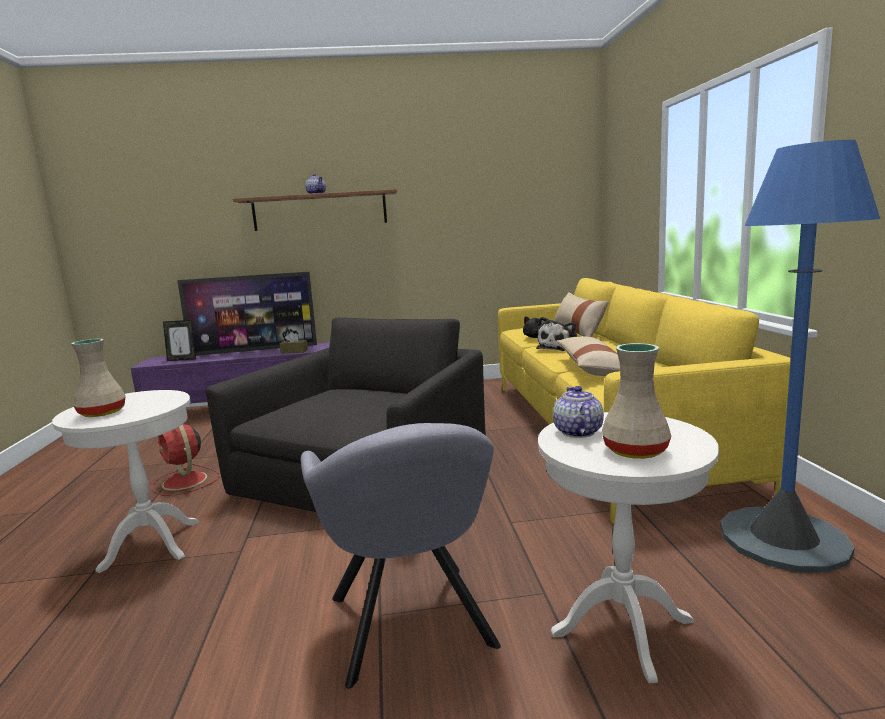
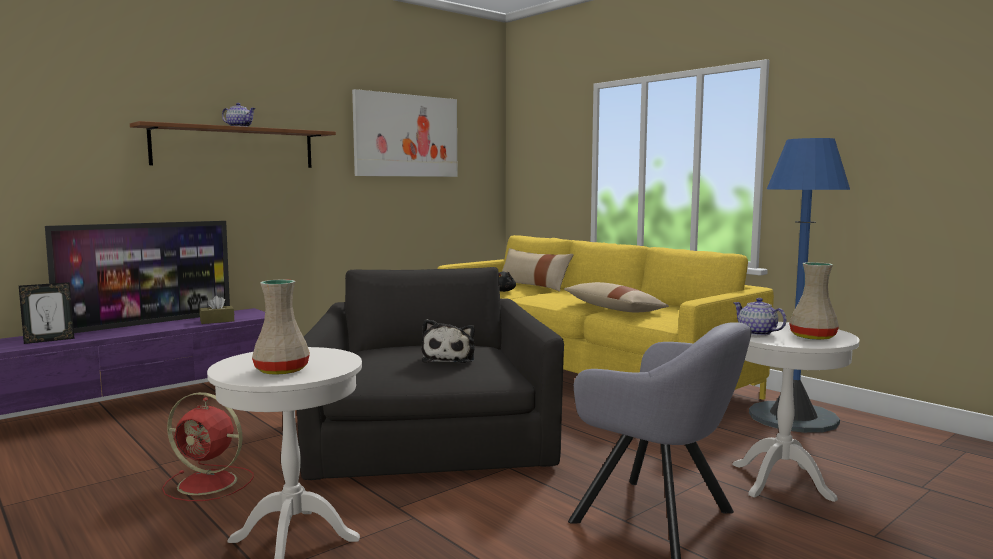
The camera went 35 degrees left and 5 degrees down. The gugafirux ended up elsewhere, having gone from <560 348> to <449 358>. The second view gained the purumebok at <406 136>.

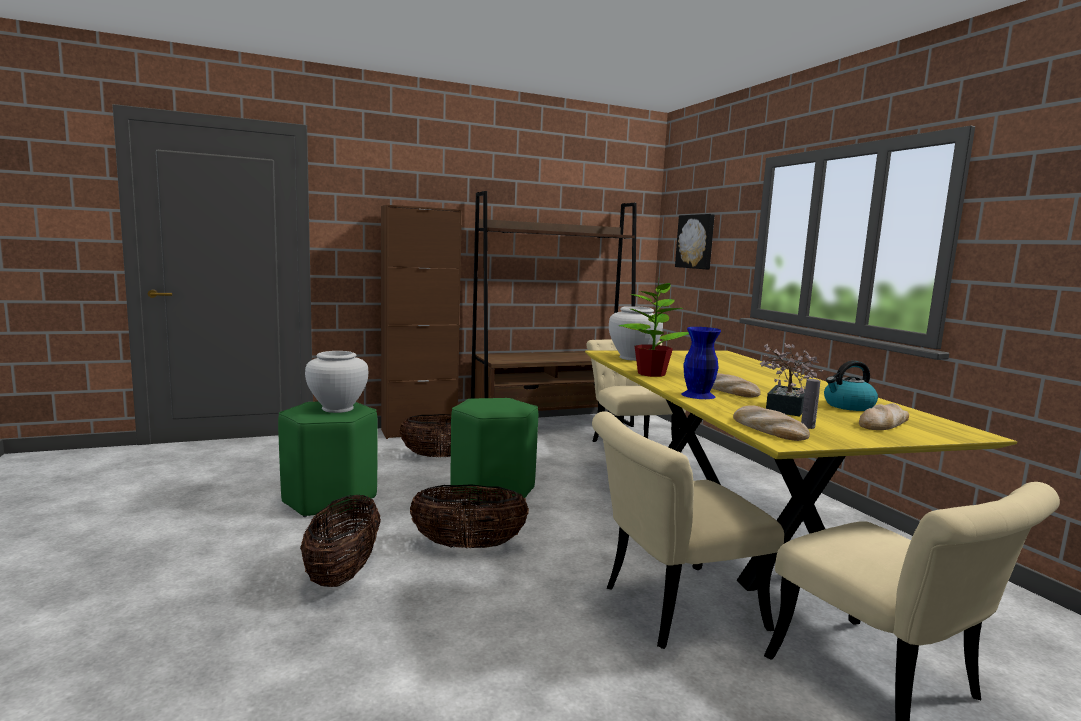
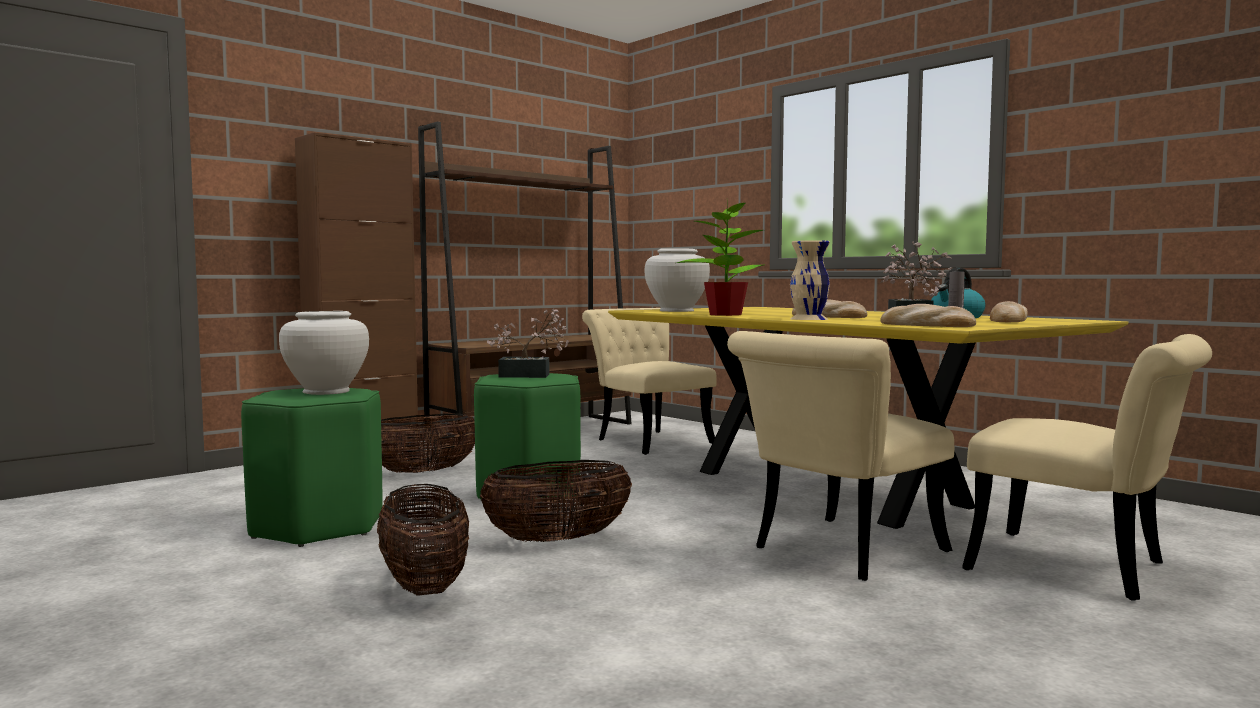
The camera went 20 degrees left and 5 degrees down. The second view lost the purumebok at <696 241>. What was the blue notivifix at <697 395> turned into the beige notivifix at <808 319>. The second view gained the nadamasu at <531 375>.

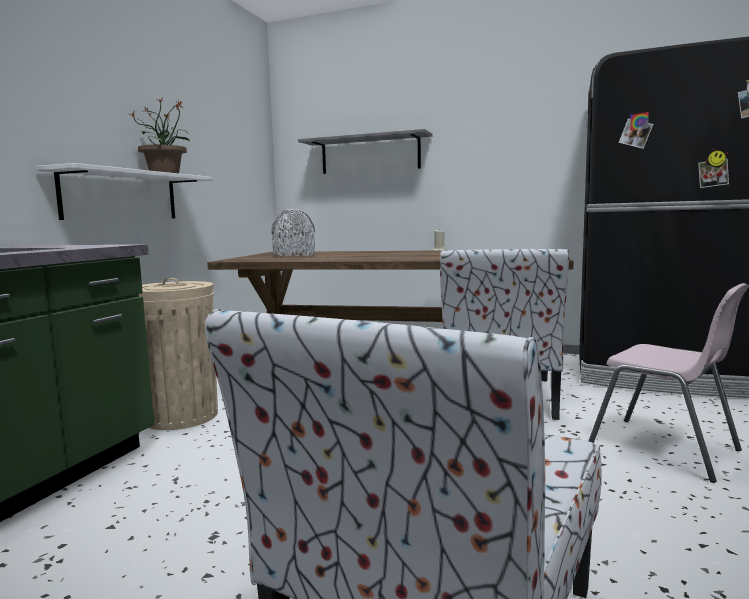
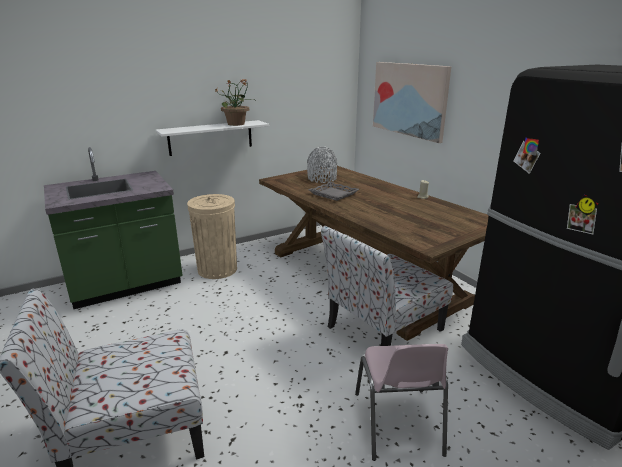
The camera went 40 degrees right and 15 degrees up. Where the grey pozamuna hung at <370 154>, the purumebok came to hang at <409 99>. The second view gained the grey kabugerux at <334 194>.

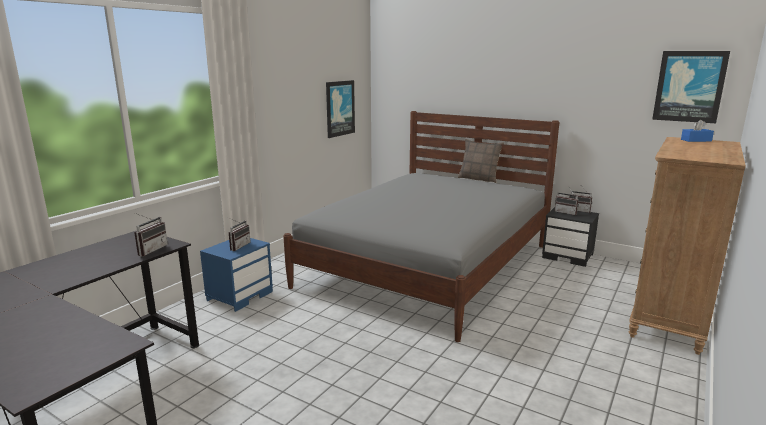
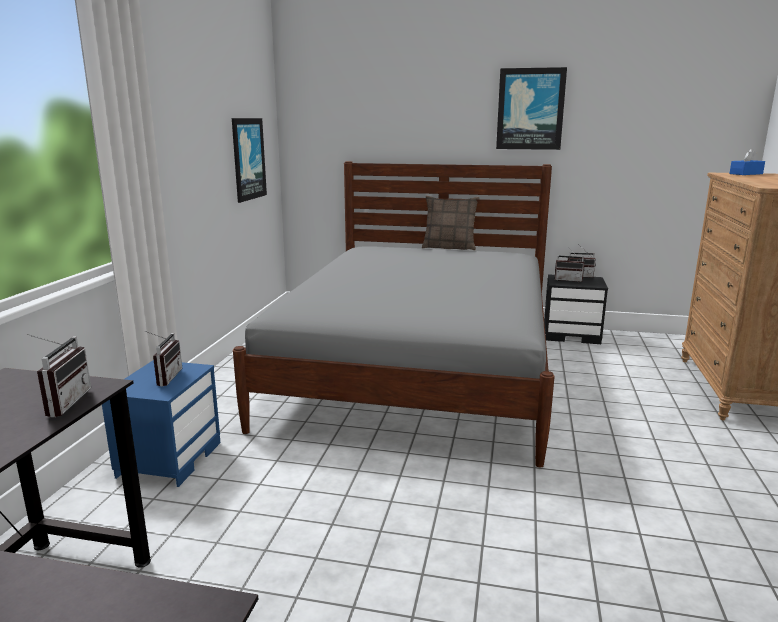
The camera went 20 degrees left and 0 degrees up. The purumebok ended up elsewhere, having gone from <689 86> to <530 109>.

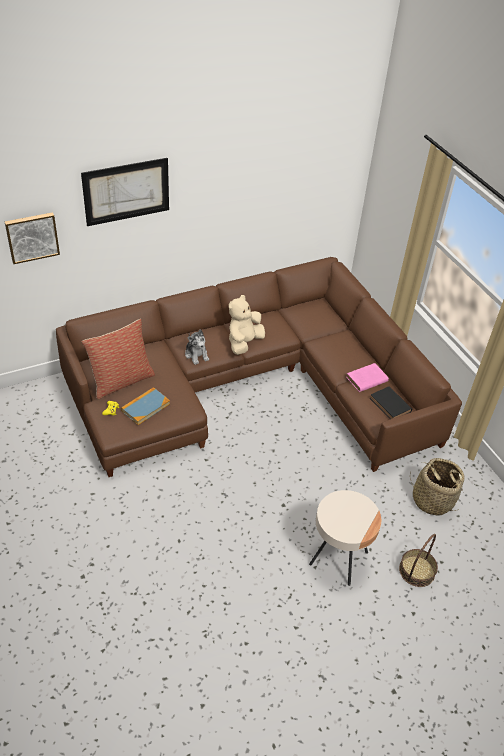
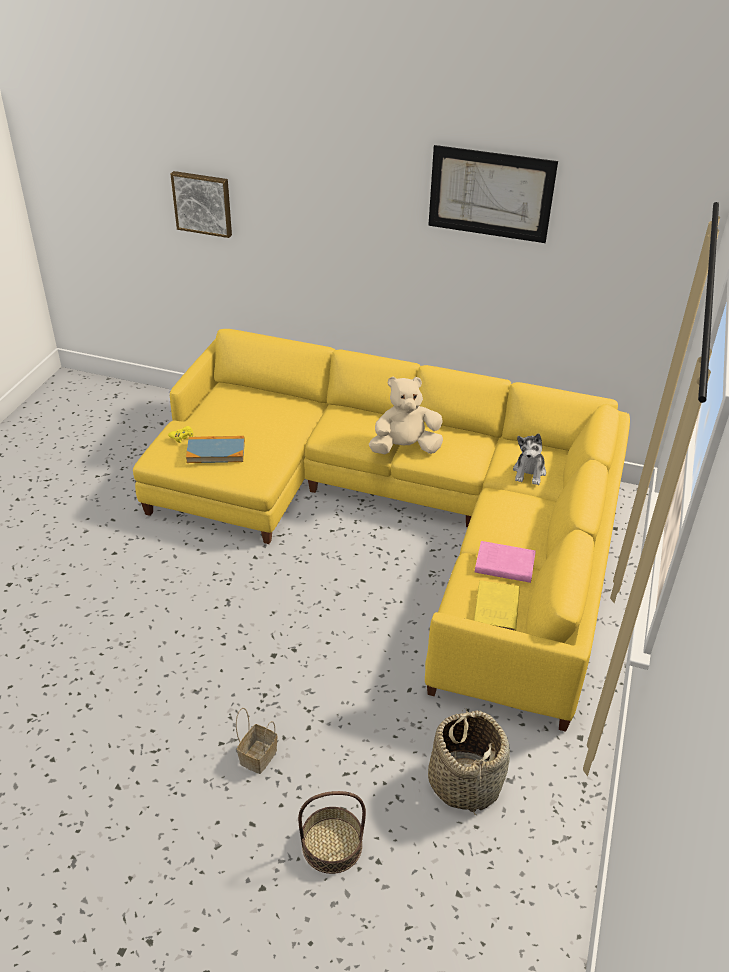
The camera went 45 degrees right and 5 degrees down. The purumebok ended up elsewhere, having gone from <126 191> to <490 194>. What was the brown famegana at <252 386> turned into the yellow famegana at <401 516>. The second view lost the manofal at <121 380>. The gugafirux ended up elsewhere, having gone from <196 355> to <529 472>. What was the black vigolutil at <391 406> turned into the yellow vigolutil at <496 612>. Where the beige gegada stood at <338 558>, the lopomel came to stand at <258 755>.

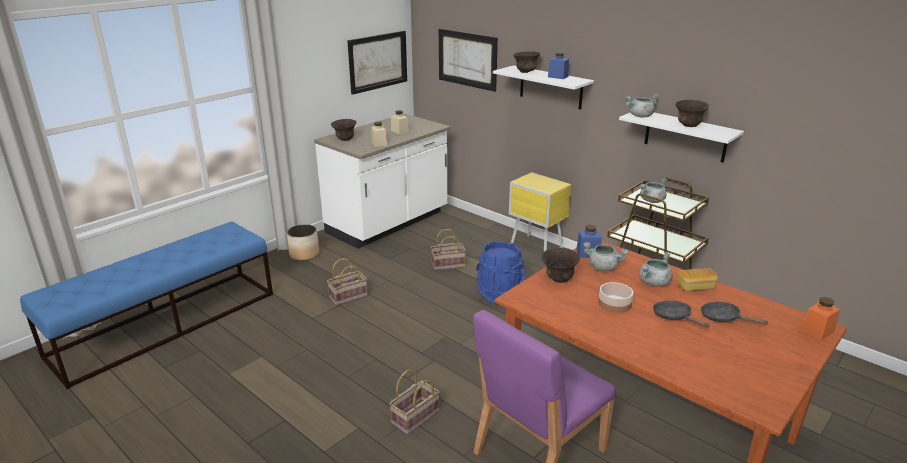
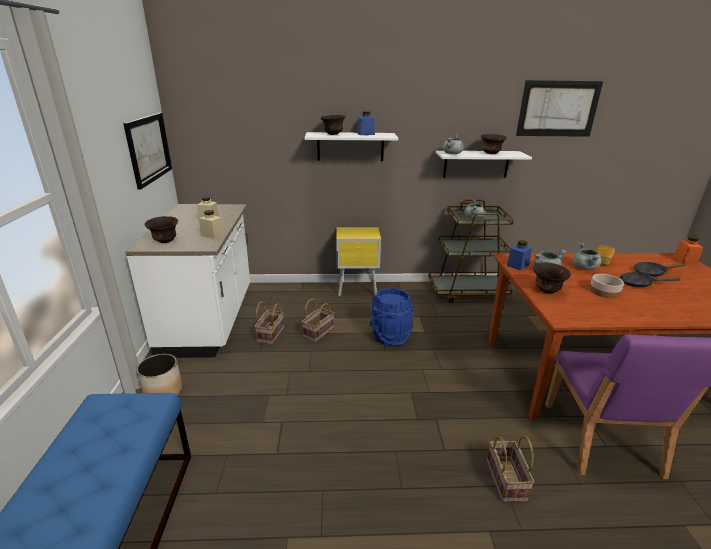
The camera went 45 degrees left and 0 degrees up. The purumebok ended up elsewhere, having gone from <467 59> to <558 109>. The lopomel ended up elsewhere, having gone from <349 296> to <270 334>.

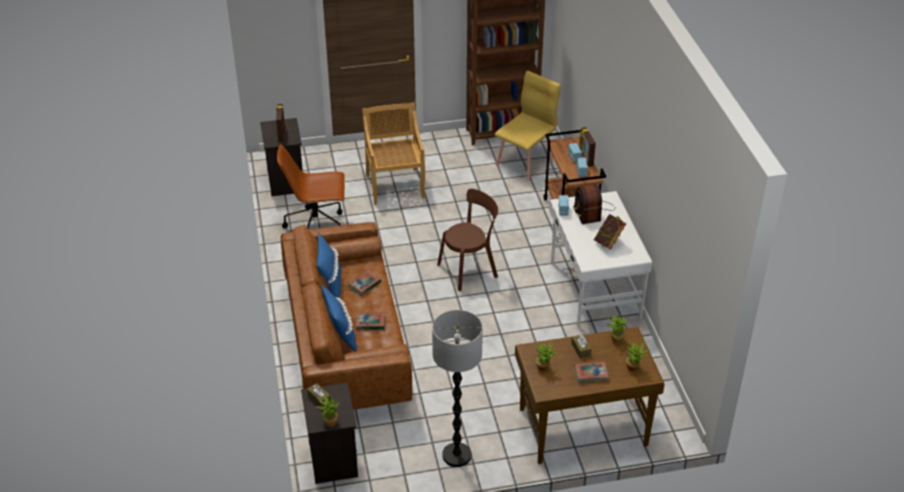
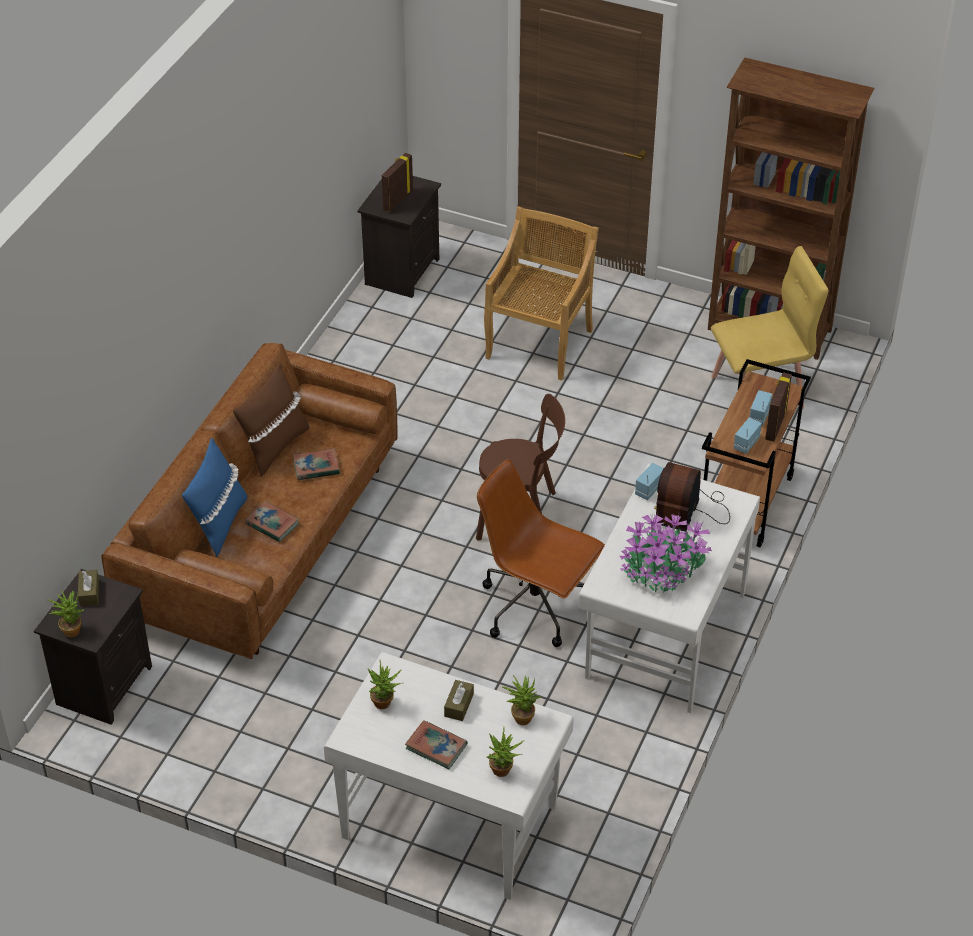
The camera went 35 degrees right and 5 degrees up. The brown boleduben ended up elsewhere, having gone from <316 225> to <536 608>. Where the vigolutil stood at <608 243>, the nadamasu came to stand at <662 571>. What was the blue manofal at <330 286> turned into the brown manofal at <274 447>. The second view lost the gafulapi at <456 455>. What was the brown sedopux at <581 426> turned into the white sedopux at <449 820>.

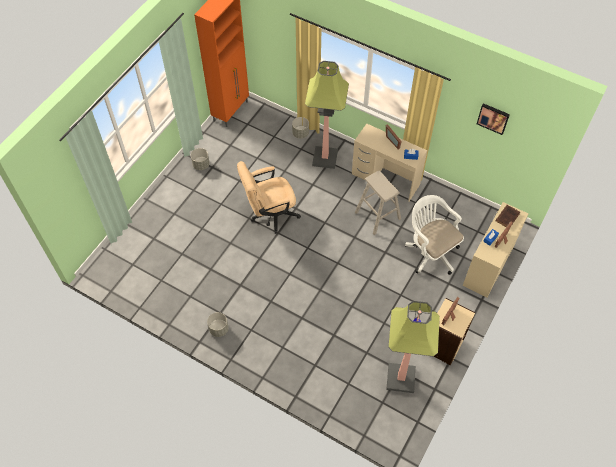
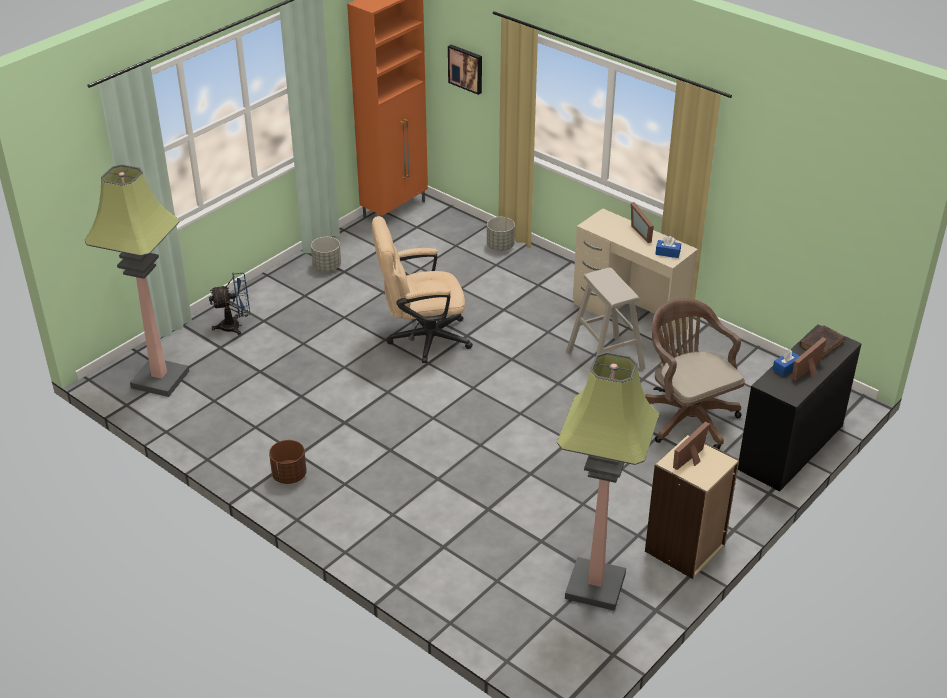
The camera went 10 degrees right and 20 degrees down. The gafulapi ended up elsewhere, having gone from <325 158> to <160 380>. The purumebok ended up elsewhere, having gone from <493 118> to <466 68>. What was the white boleduben at <430 251> turned into the brown boleduben at <687 417>. What was the beige sedopux at <489 265> turned into the black sedopux at <791 447>. What was the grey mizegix at <218 329> turned into the brown mizegix at <289 475>. The second view gained the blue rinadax at <235 326>.

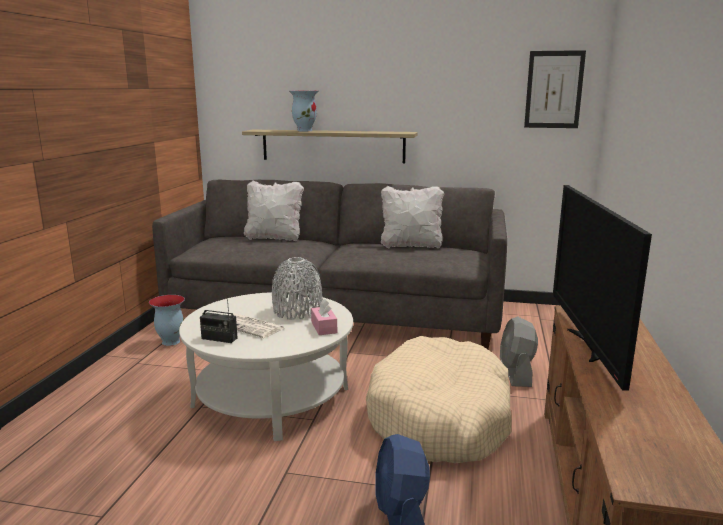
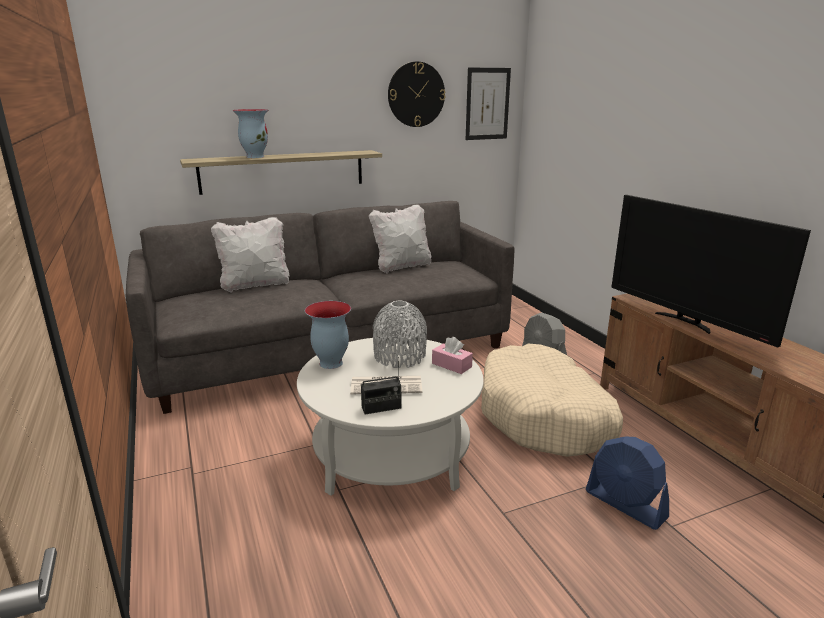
The camera went 35 degrees left and 5 degrees up. The notivifix ended up elsewhere, having gone from <170 341> to <330 363>. The second view gained the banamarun at <416 94>.

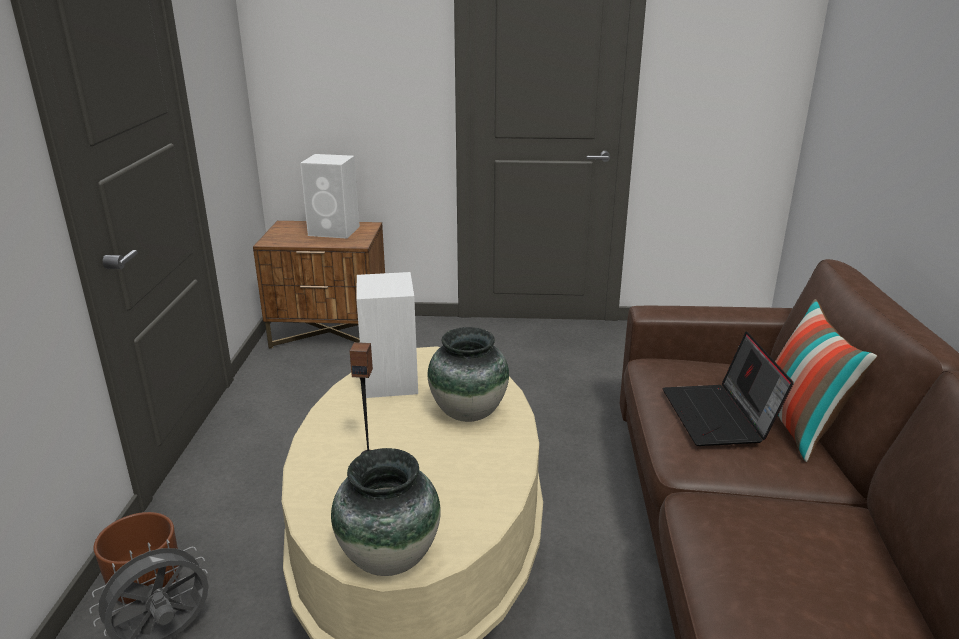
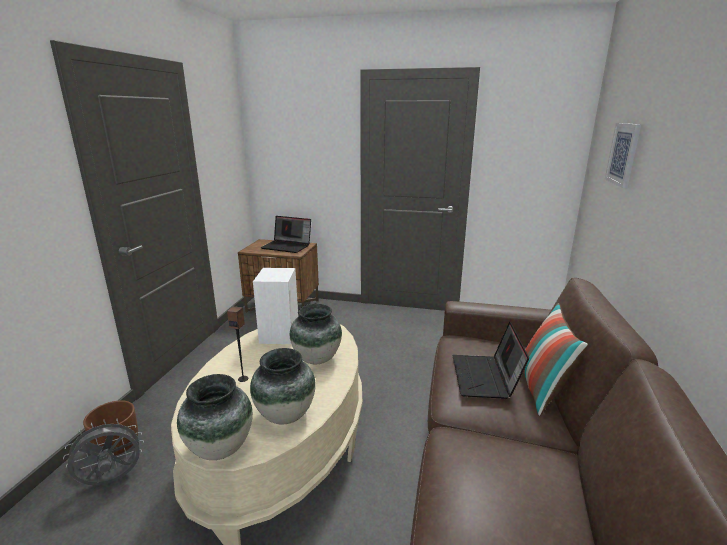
The camera went 10 degrees right and 5 degrees down. Where the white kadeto stood at <335 231>, the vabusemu came to stand at <287 246>. The second view gained the purumebok at <623 154>. The second view gained the notivifix at <285 415>.

